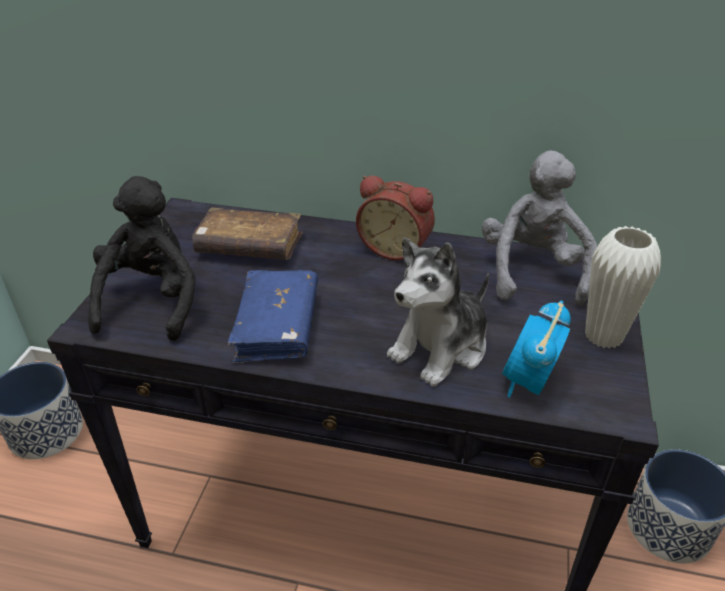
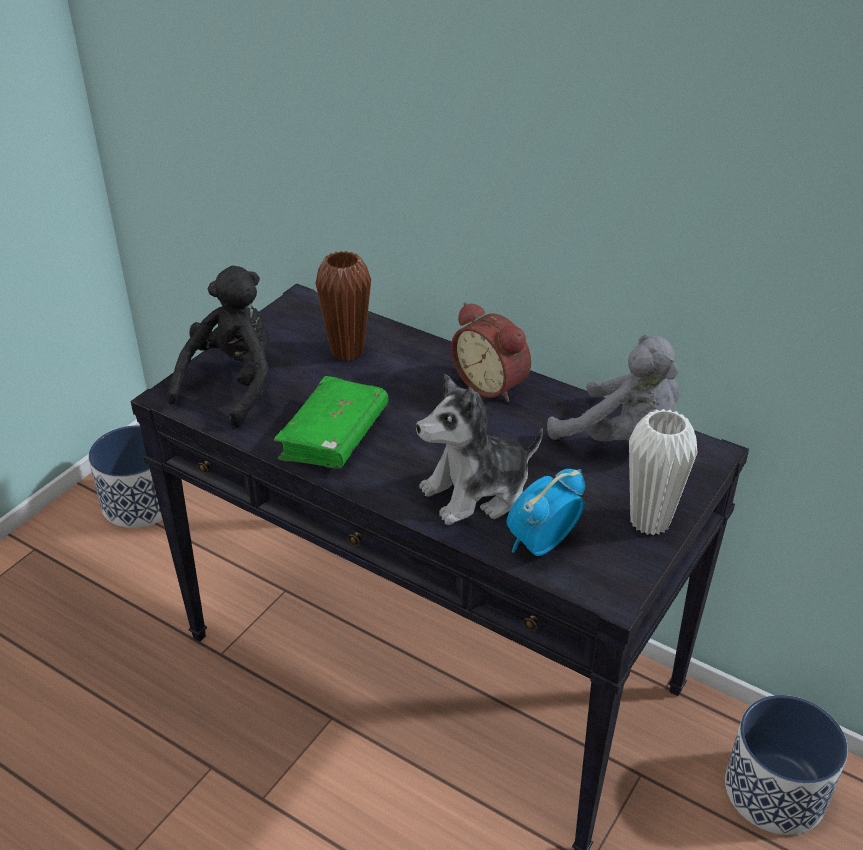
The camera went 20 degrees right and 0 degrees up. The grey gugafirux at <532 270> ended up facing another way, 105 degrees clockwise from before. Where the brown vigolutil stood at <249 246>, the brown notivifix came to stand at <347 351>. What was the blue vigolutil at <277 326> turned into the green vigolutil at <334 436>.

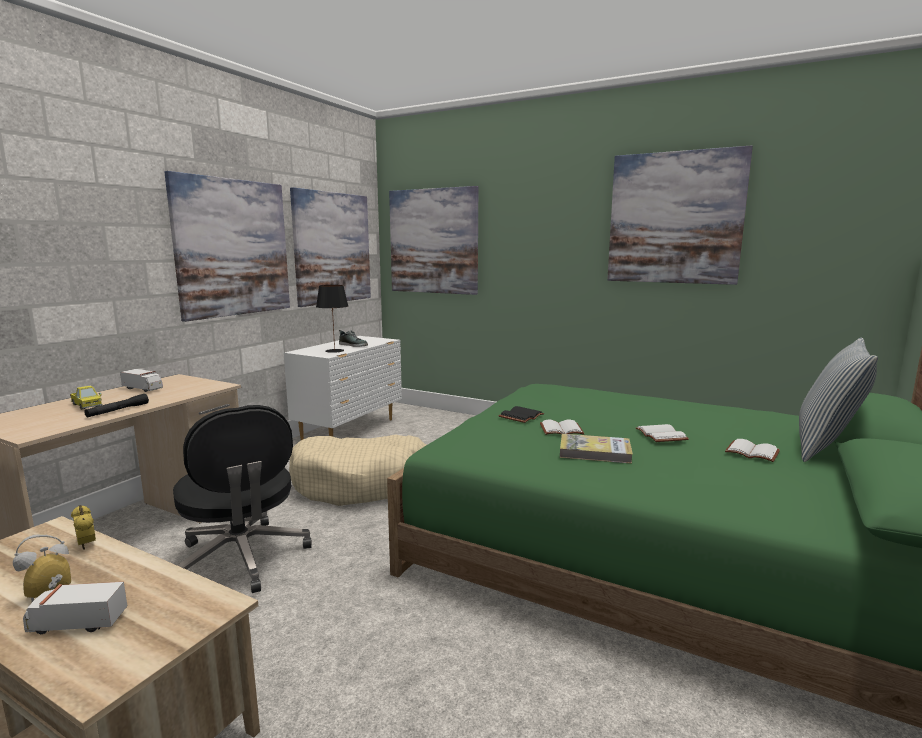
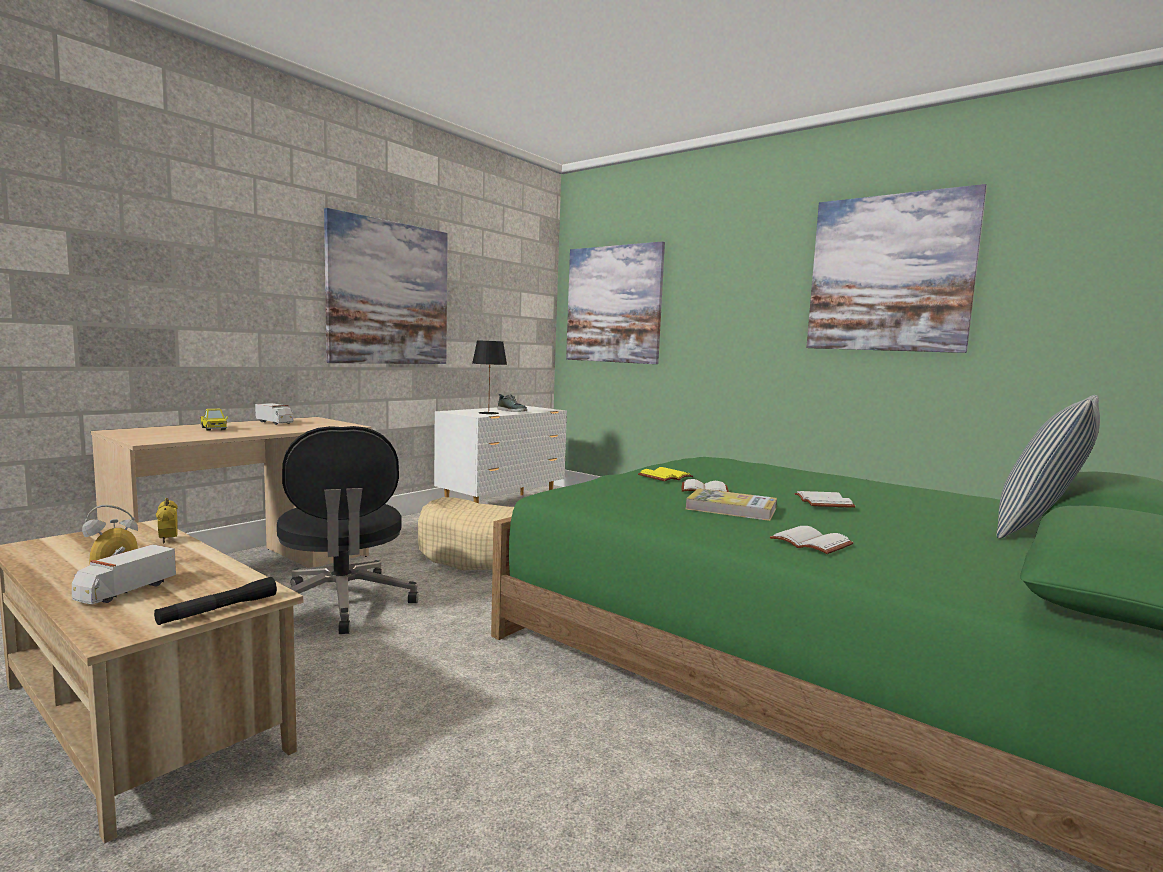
The camera went 10 degrees right and 5 degrees down. The second view lost the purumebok at <332 248>. The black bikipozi ended up elsewhere, having gone from <118 410> to <218 610>. What was the black vigolutil at <522 416> turned into the yellow vigolutil at <665 477>. The white vigolutil ended up elsewhere, having gone from <753 452> to <813 543>. The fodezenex at <77 623> ended up facing another way, 75 degrees counterclockwise from before.

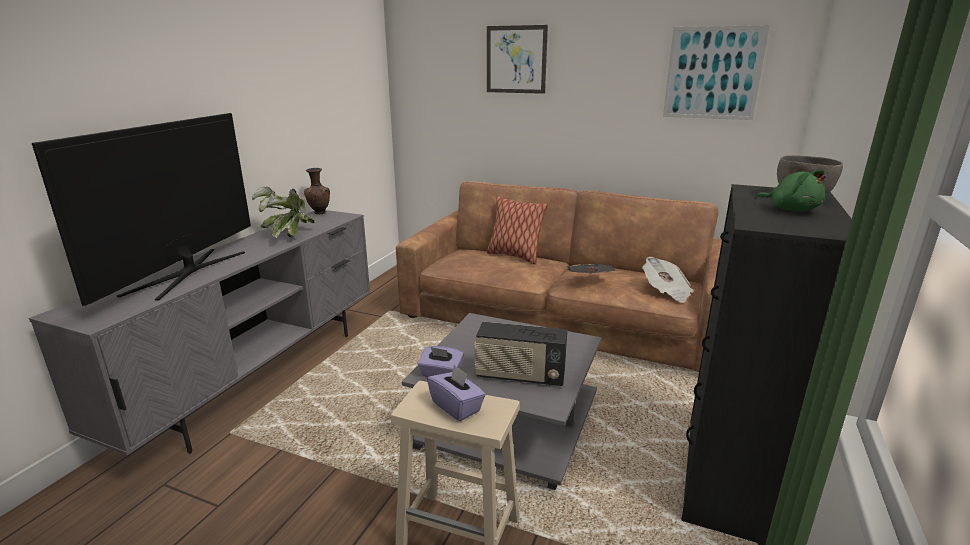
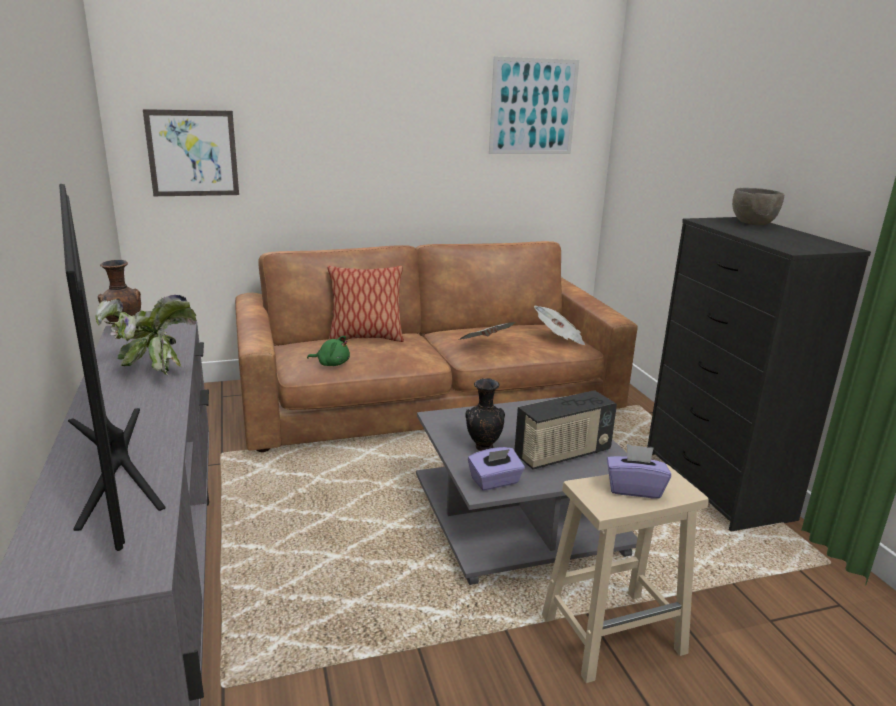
The camera went 40 degrees left and 0 degrees up. The purumebok ended up elsewhere, having gone from <516 59> to <192 153>. The green gugafirux ended up elsewhere, having gone from <791 209> to <331 364>. The second view gained the black notivifix at <483 448>.

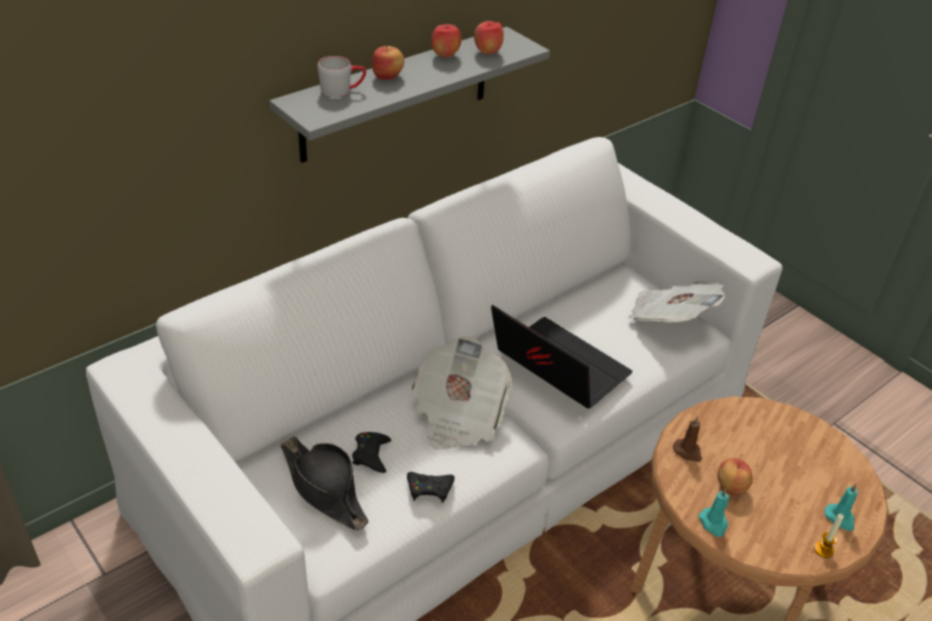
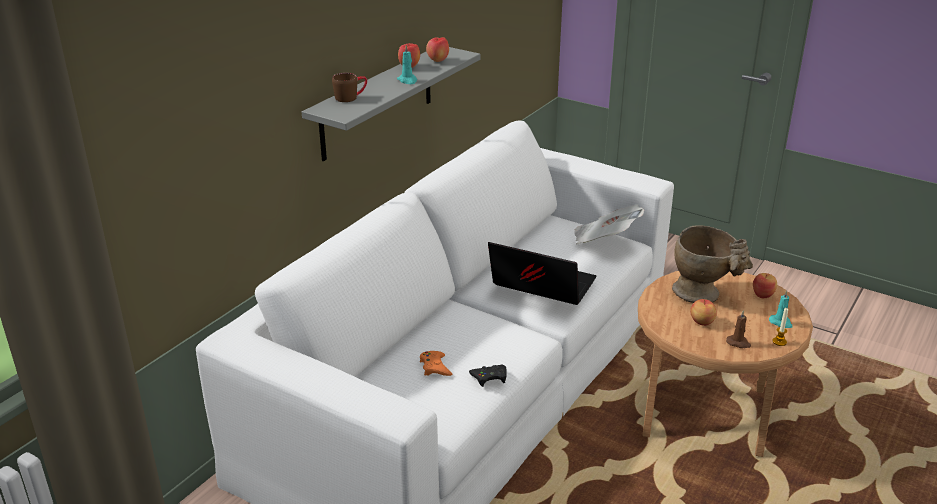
The camera went 15 degrees left and 10 degrees down. The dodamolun ended up elsewhere, having gone from <388 76> to <763 294>. What was the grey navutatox at <342 90> turned into the brown navutatox at <351 97>. The second view lost the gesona at <458 414>. The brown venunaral ended up elsewhere, having gone from <688 451> to <738 343>. What was the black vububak at <371 455> turned into the orange vububak at <435 367>. The second view lost the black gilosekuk at <324 489>. The turquoise venunaral ended up elsewhere, having gone from <713 523> to <407 80>. The second view gained the beige notivifix at <704 295>.

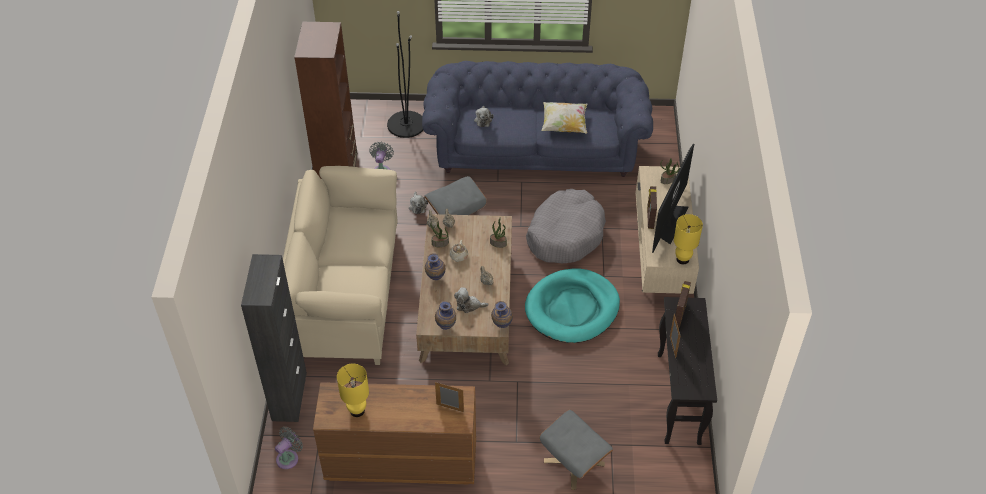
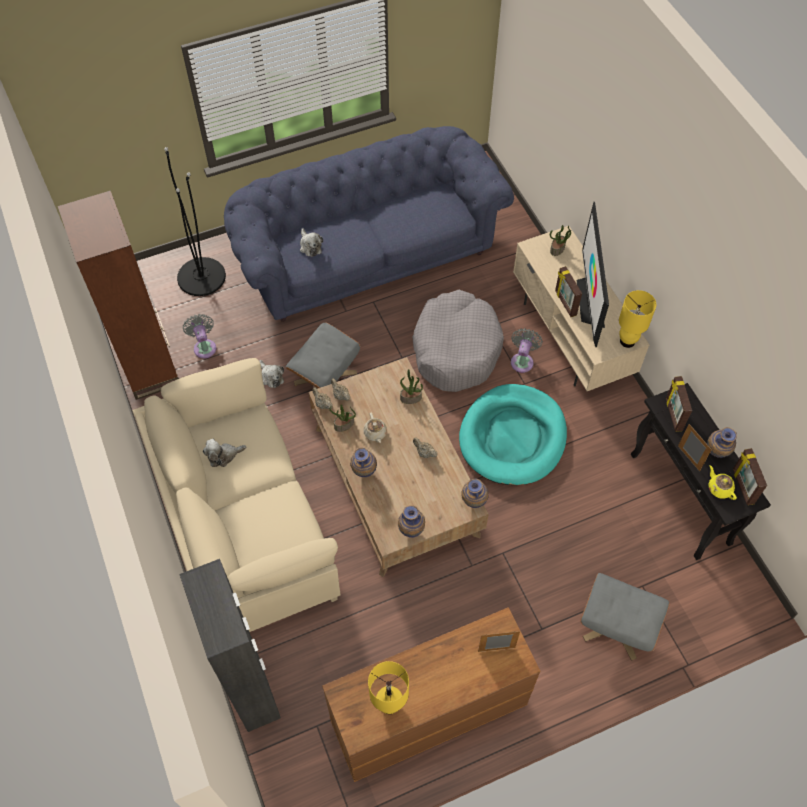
The camera went 25 degrees left and 10 degrees up. The second view lost the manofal at <564 125>. The gugafirux ended up elsewhere, having gone from <469 305> to <223 455>. The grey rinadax ended up elsewhere, having gone from <289 457> to <522 360>. The second view gained the notivifix at <715 454>. The second view gained the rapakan at <742 486>. The second view gained the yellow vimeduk at <719 488>.

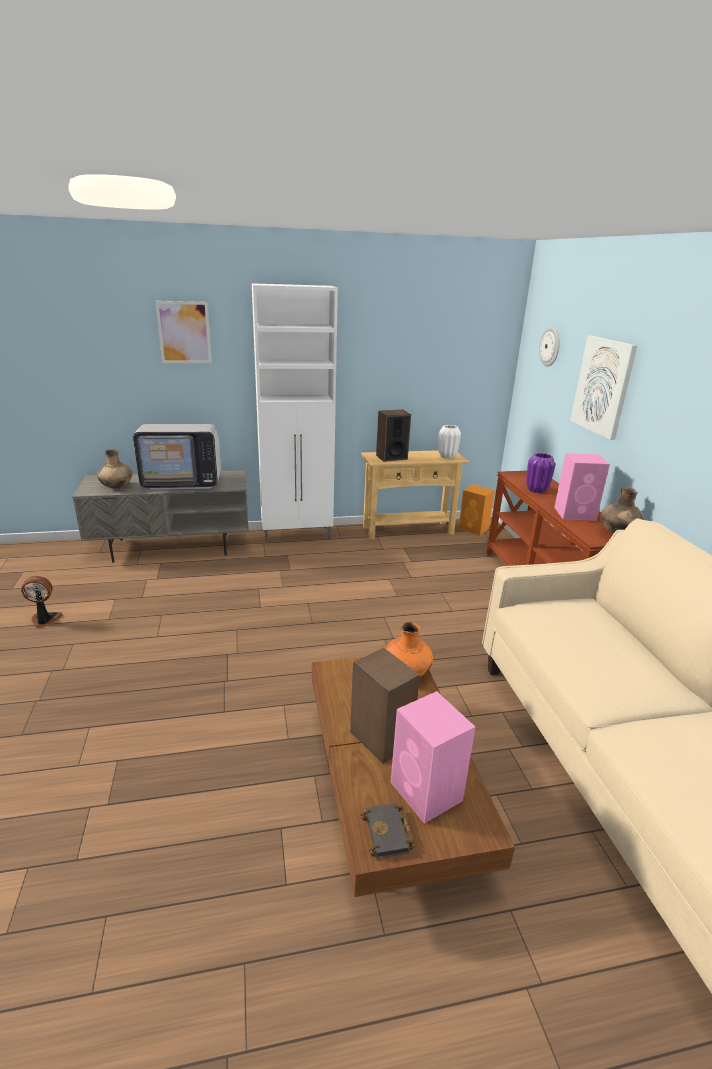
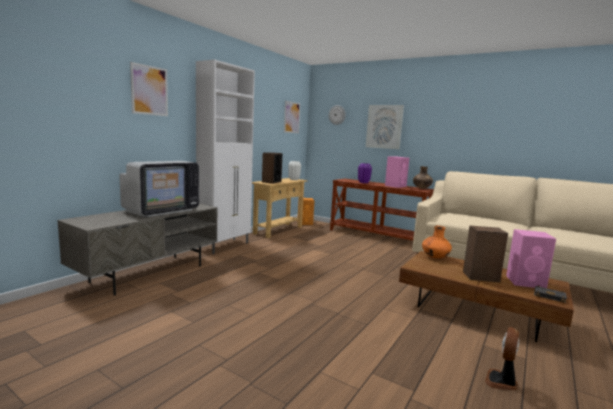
The camera went 45 degrees left and 15 degrees down. The second view lost the brown notivifix at <116 487>. The rinadax ended up elsewhere, having gone from <45 620> to <501 382>. The second view gained the purumebok at <291 117>.

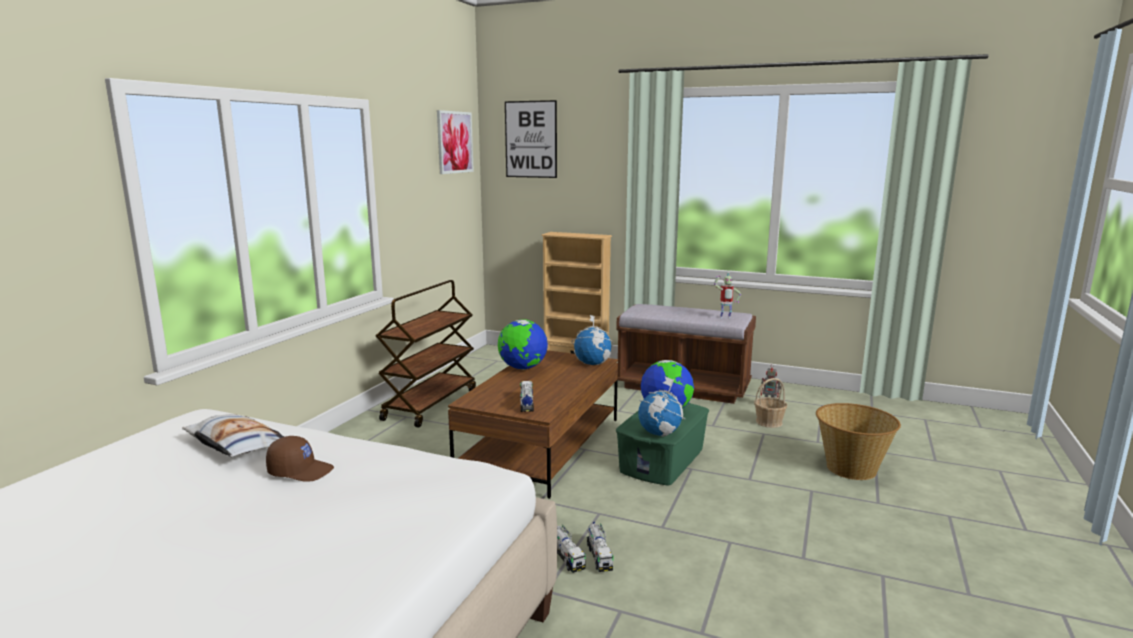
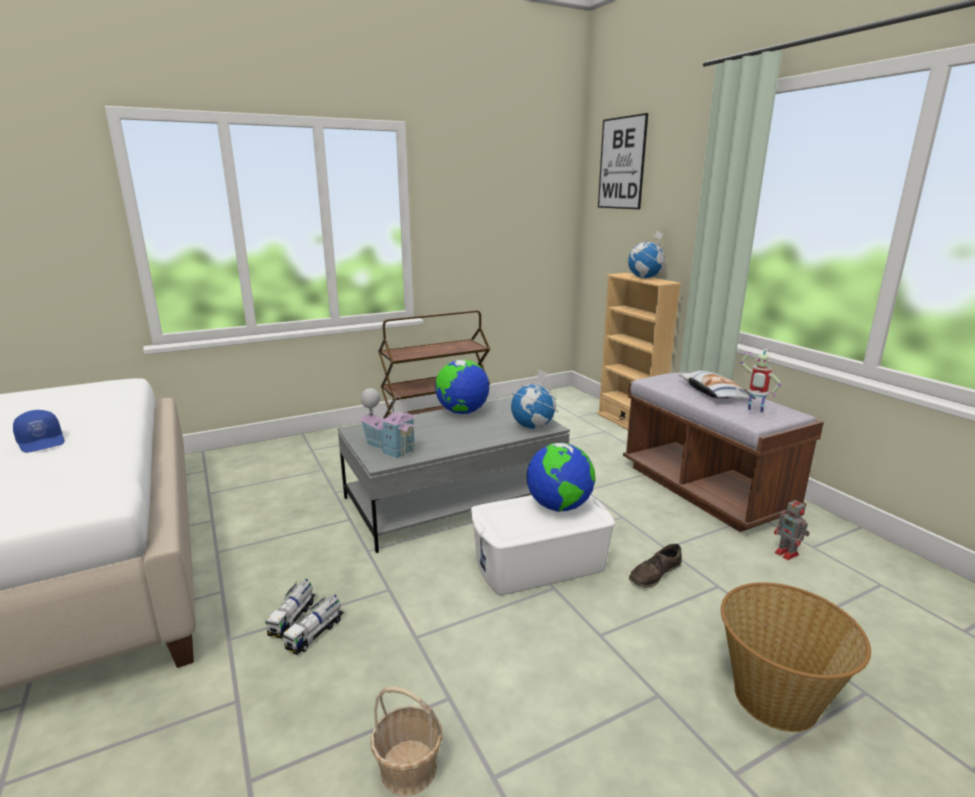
The camera went 40 degrees right and 5 degrees up. The second view lost the purumebok at <454 142>. What was the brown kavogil at <541 446> turned into the grey kavogil at <454 499>. The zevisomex ended up elsewhere, having gone from <660 433> to <645 278>. The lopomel ended up elsewhere, having gone from <769 422> to <409 769>. Where the fodezenex stood at <526 404>, the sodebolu came to stand at <390 448>. What was the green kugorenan at <663 460> turned into the white kugorenan at <540 564>. The manofal ended up elsewhere, having gone from <236 444> to <713 392>. What was the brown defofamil at <301 471> turned into the blue defofamil at <42 442>. The second view gained the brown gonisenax at <654 574>.

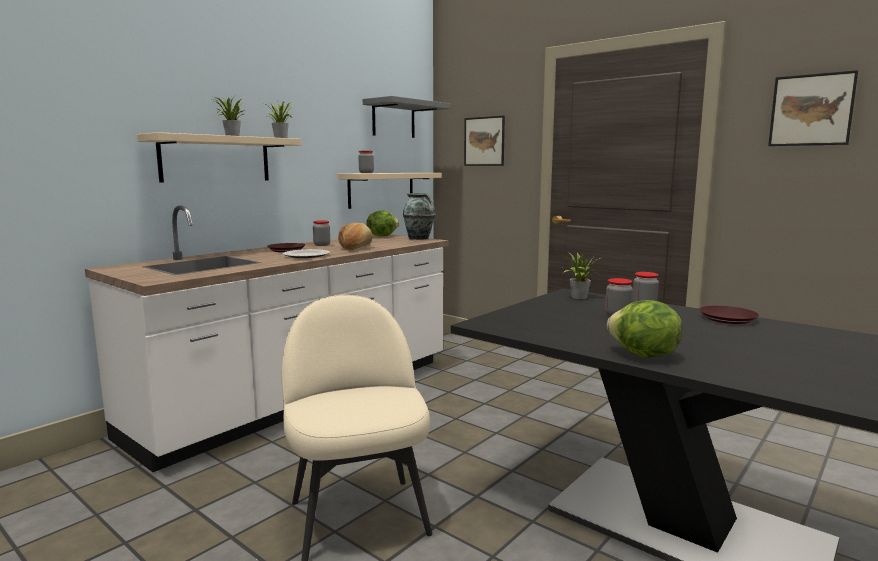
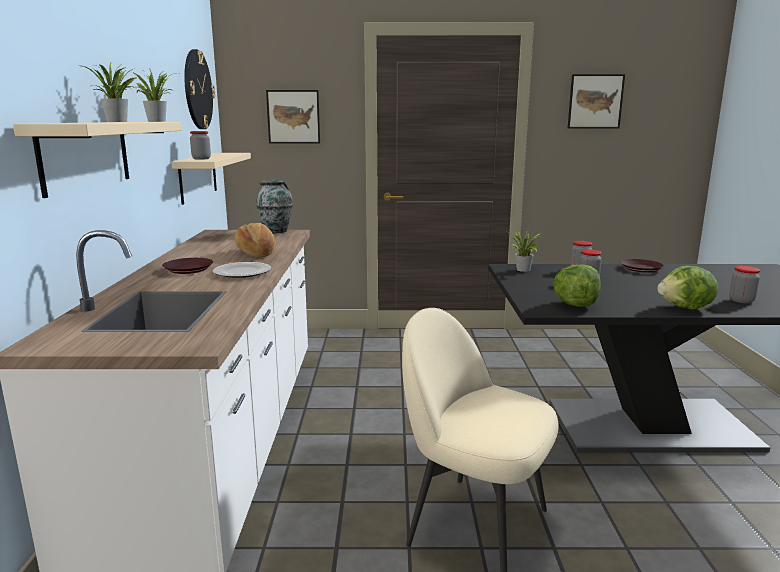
The camera went 40 degrees left and 5 degrees up. Where the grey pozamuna hung at <393 119>, the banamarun came to hang at <197 90>. The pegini ended up elsewhere, having gone from <382 236> to <575 304>. The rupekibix ended up elsewhere, having gone from <322 245> to <741 300>.

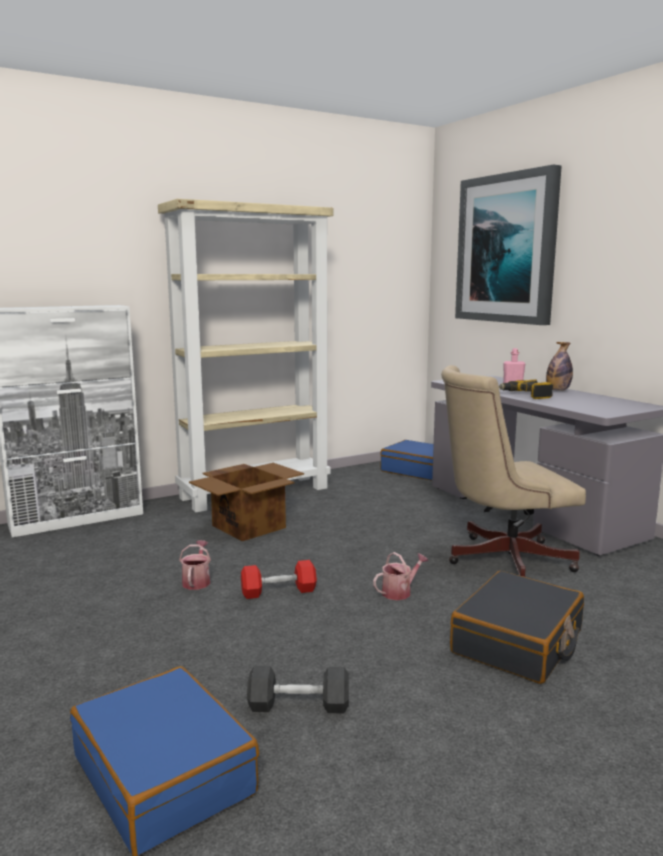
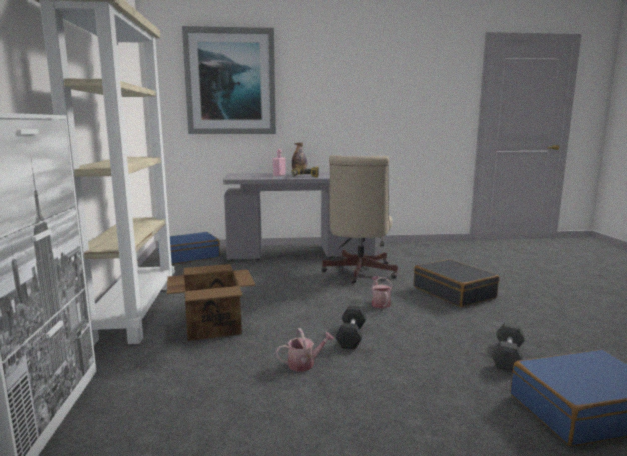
The camera went 65 degrees left and 0 degrees up. The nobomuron at <197 581> ended up facing another way, 135 degrees clockwise from before. What was the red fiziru at <278 591> turned into the black fiziru at <351 336>.

